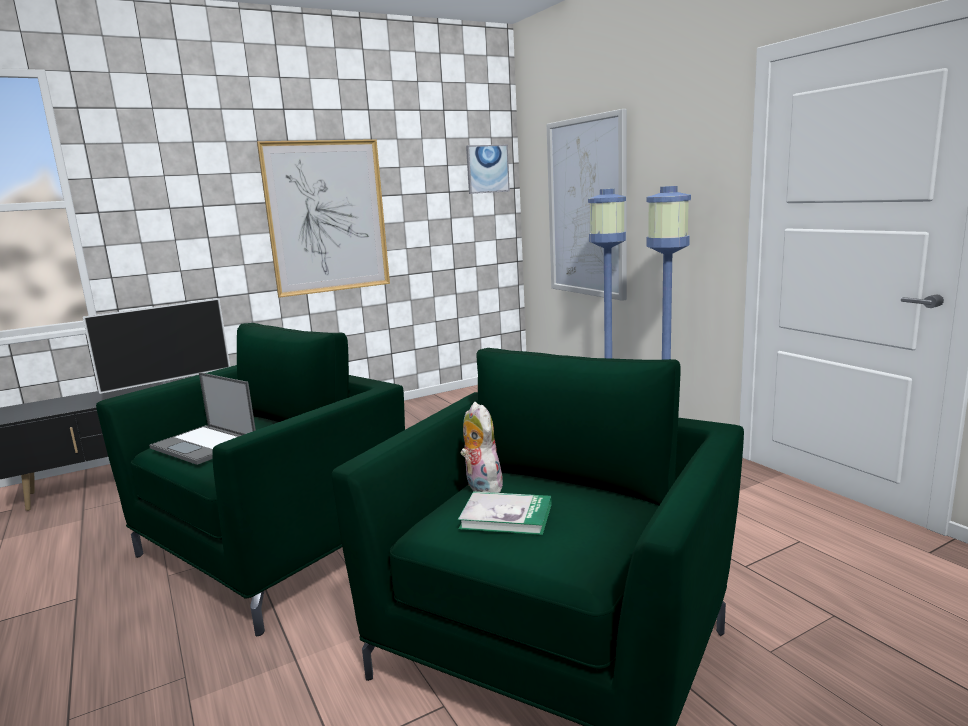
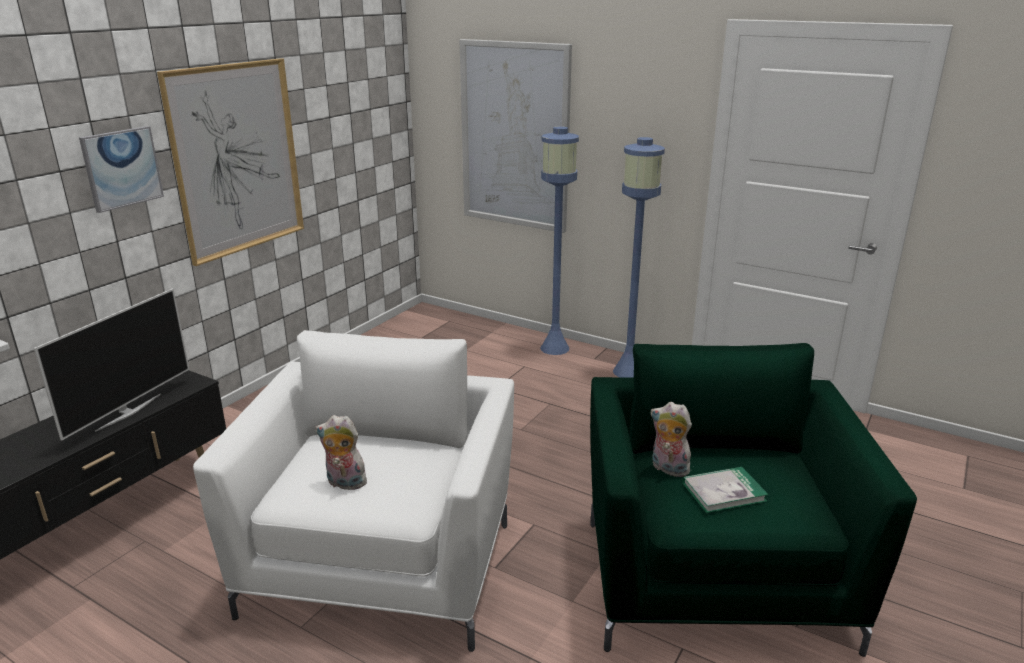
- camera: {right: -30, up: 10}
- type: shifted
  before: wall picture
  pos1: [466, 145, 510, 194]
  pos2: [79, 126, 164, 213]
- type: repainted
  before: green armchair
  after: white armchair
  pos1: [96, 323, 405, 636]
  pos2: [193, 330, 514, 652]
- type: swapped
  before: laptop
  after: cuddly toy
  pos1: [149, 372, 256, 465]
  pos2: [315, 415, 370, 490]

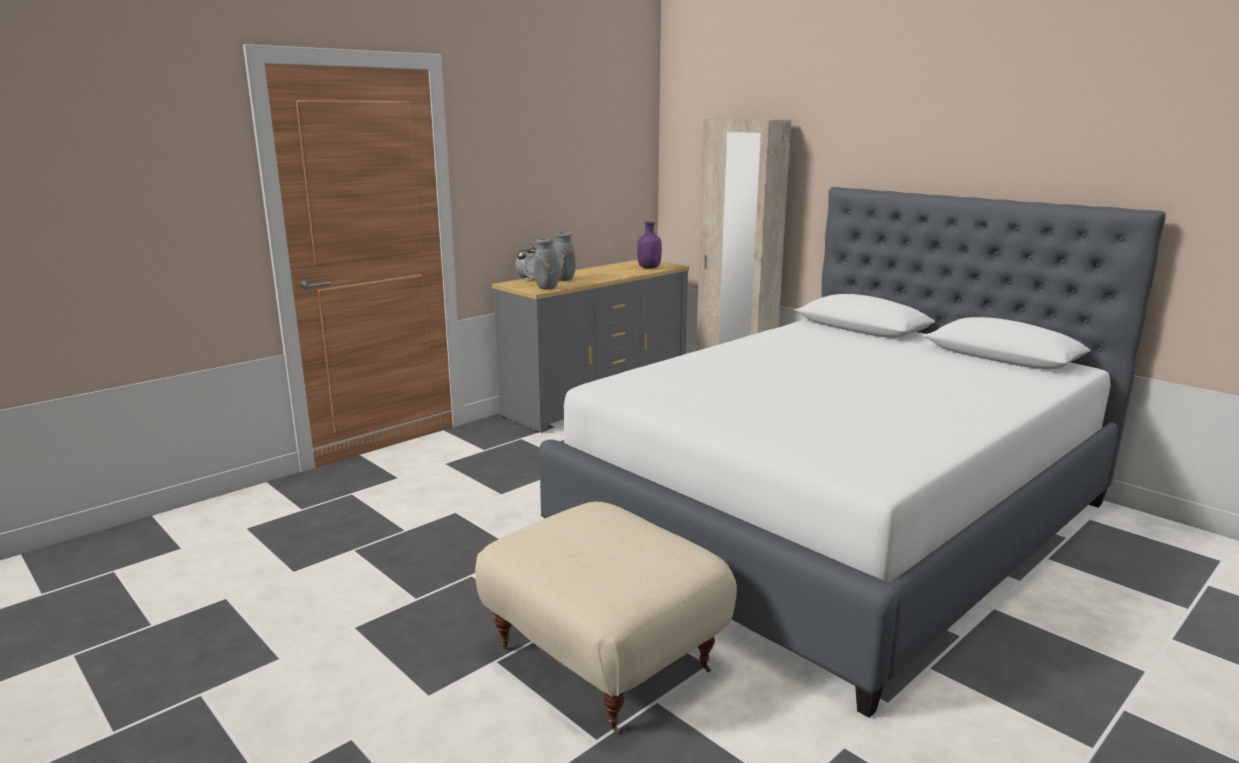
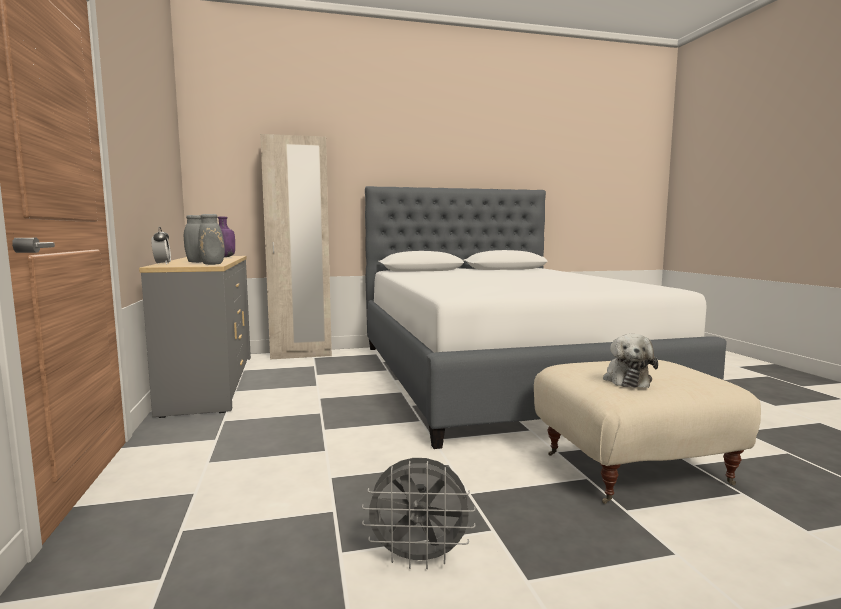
- camera: {right: -60, up: -10}
- type: new
  after: cuddly toy
  pos2: [603, 333, 658, 388]
- type: new
  after: greyish electric fan
  pos2: [362, 458, 476, 569]

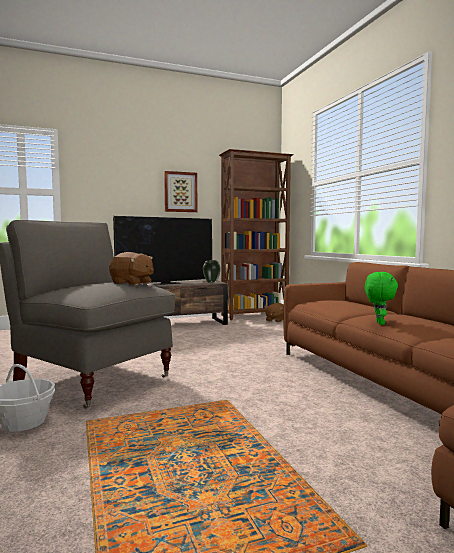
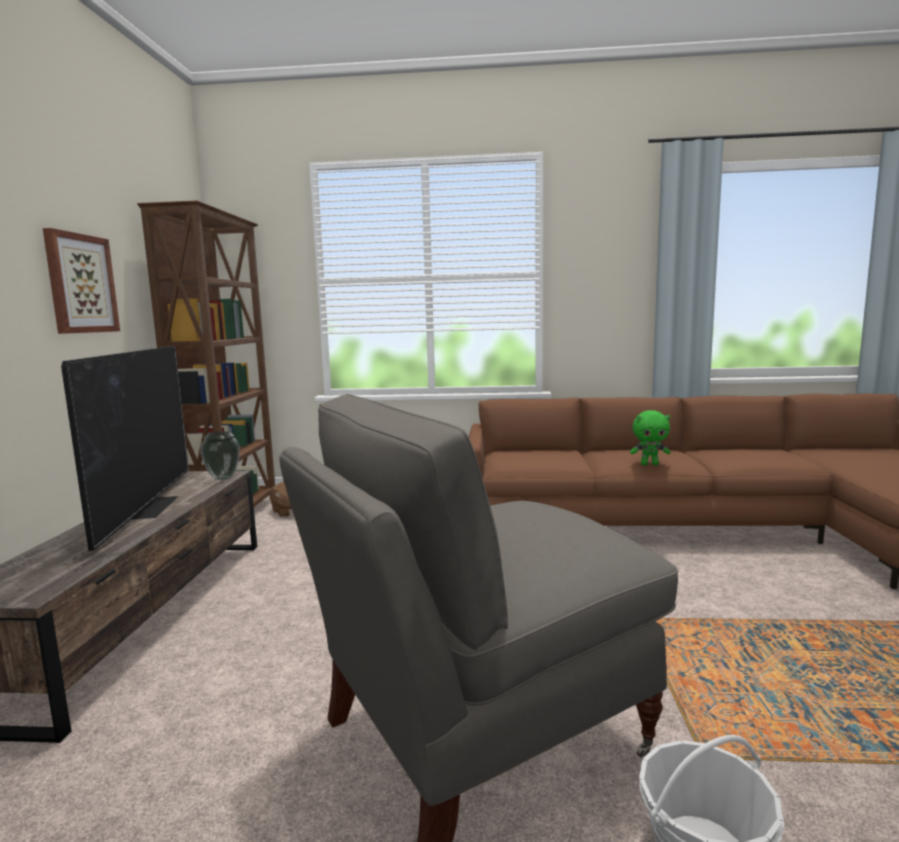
- camera: {right: -65, up: 5}
- type: gone
  before: brown cuddly toy
  pos1: [109, 252, 154, 286]
- type: rotated
  before: green cuddly toy
  pos1: [365, 272, 398, 325]
  pos2: [630, 410, 671, 466]
  turn: 150

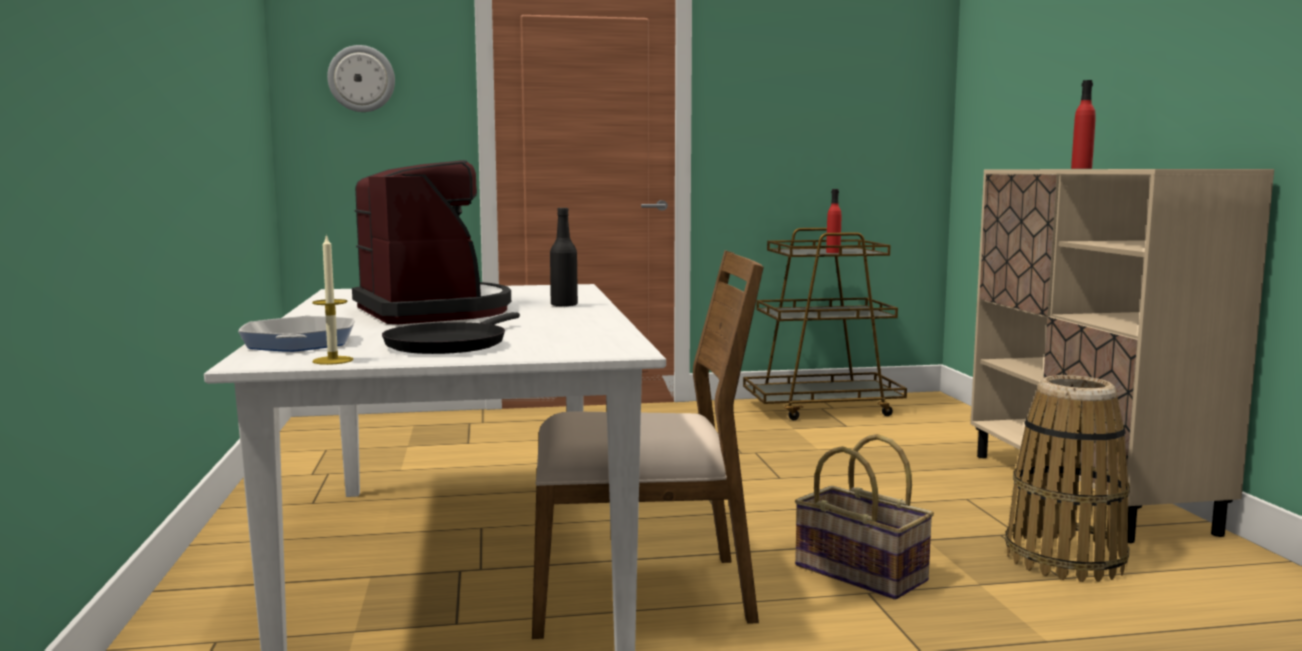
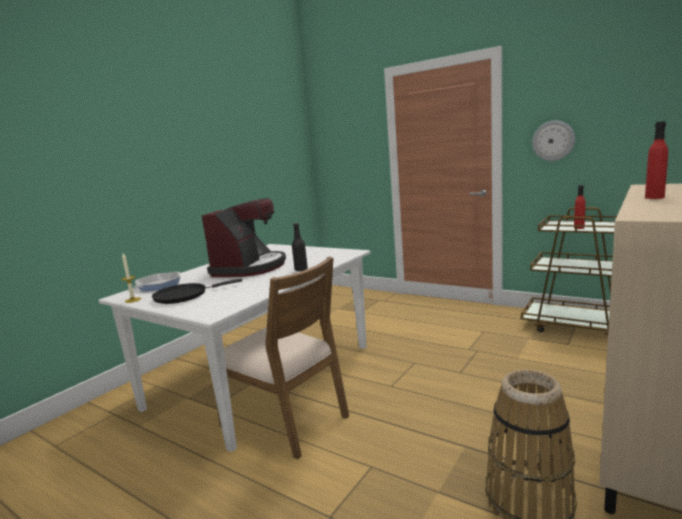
- camera: {right: 45, up: 5}
- type: shifted
  before: hanging clock
  pos1: [327, 45, 395, 112]
  pos2: [532, 121, 575, 161]
- type: gone
  before: storage basket
  pos1: [795, 434, 934, 600]

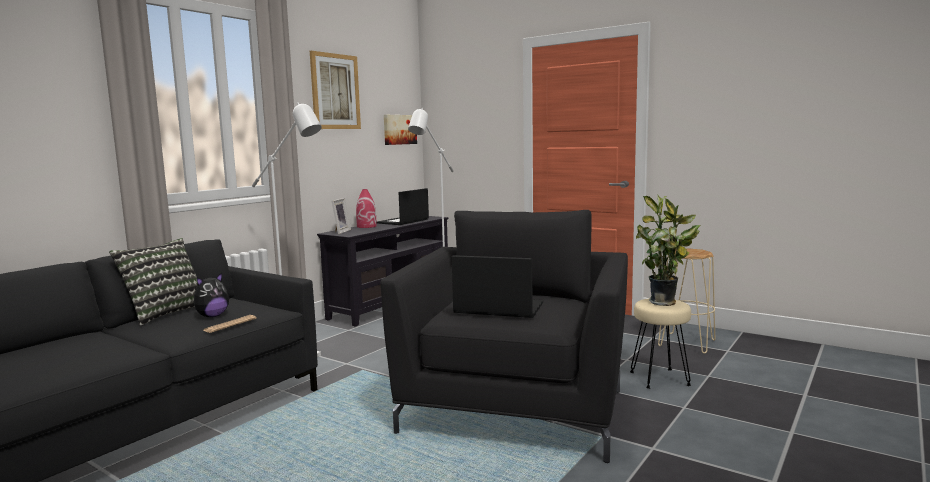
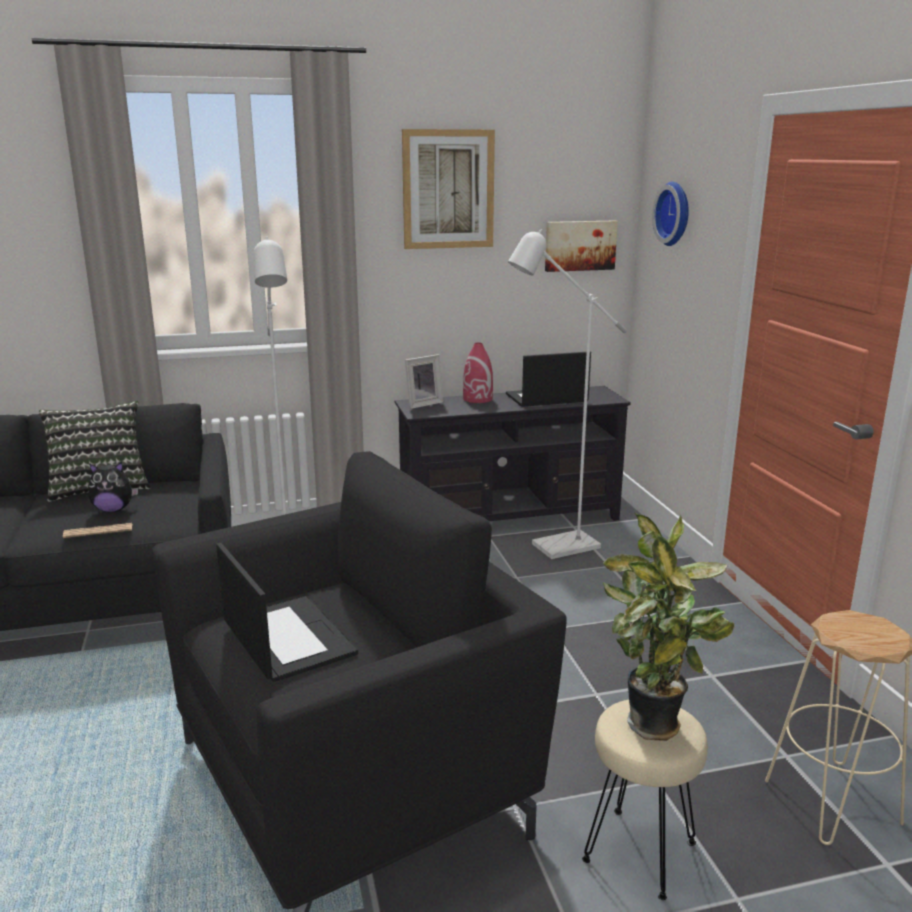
- camera: {right: 40, up: 10}
- type: new
  after: hanging clock
  pos2: [652, 182, 689, 246]

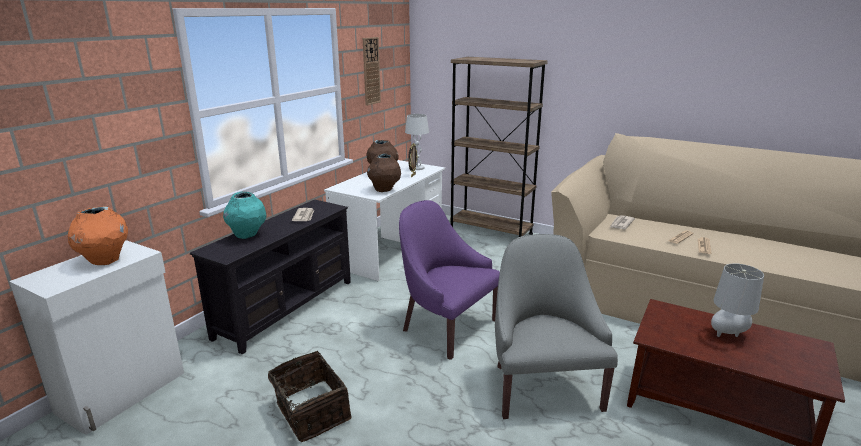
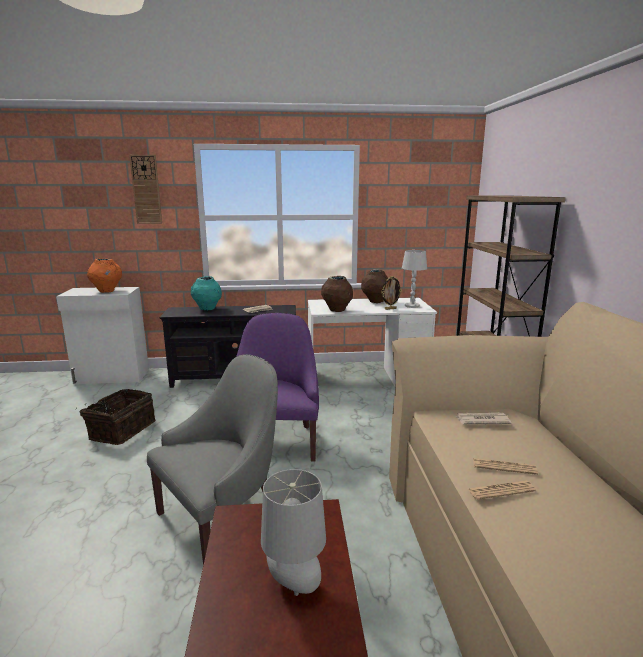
- camera: {right: 55, up: -5}
- type: shifted
  before: hanging clock
  pos1: [363, 37, 381, 106]
  pos2: [129, 155, 162, 224]

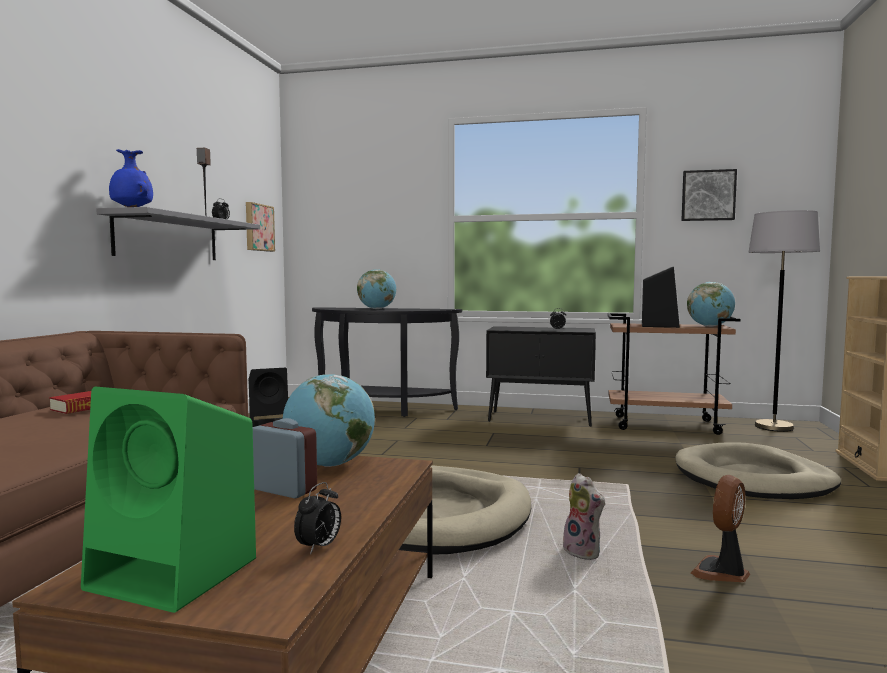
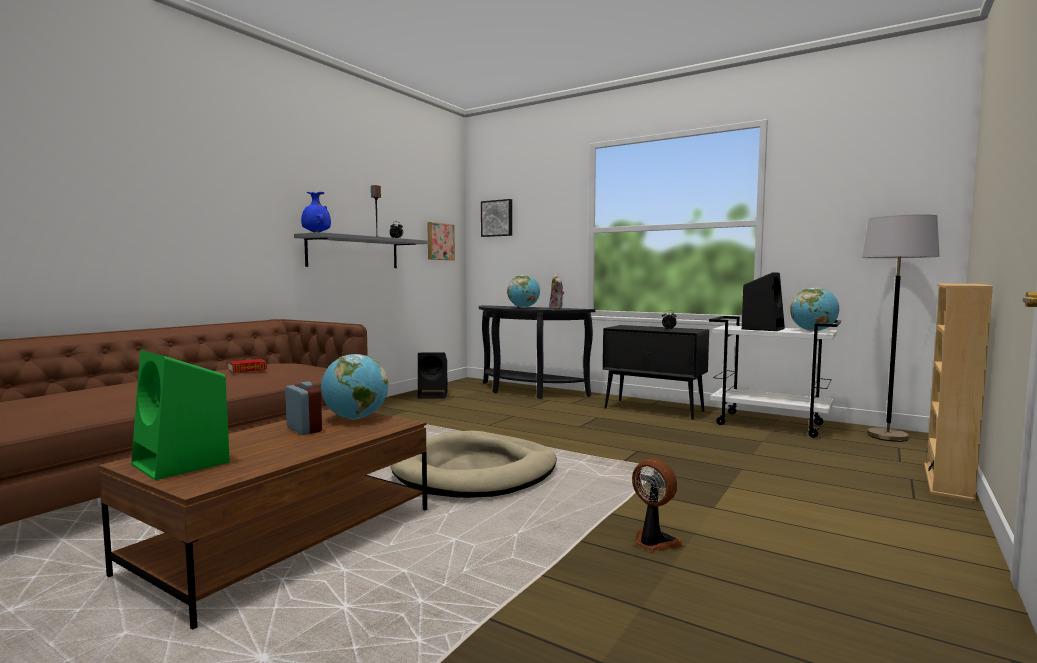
- camera: {right: 20, up: 0}
- type: shifted
  before: wall picture
  pos1: [681, 169, 737, 221]
  pos2: [481, 199, 512, 237]
- type: repainted
  before: brown trolley
  after: white trolley
  pos1: [607, 313, 741, 435]
  pos2: [709, 316, 841, 438]
- type: gone
  before: beige dog cushion
  pos1: [675, 442, 841, 499]
- type: shifted
  before: cuddly toy
  pos1: [563, 473, 605, 560]
  pos2: [549, 275, 565, 309]
- type: rotated
  before: electric fan
  pos1: [691, 475, 750, 582]
  pos2: [632, 458, 683, 551]
  turn: 75
- type: gone
  before: alarm clock
  pos1: [294, 482, 341, 554]

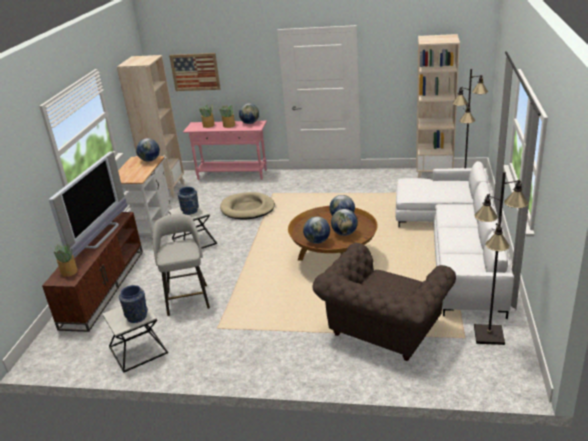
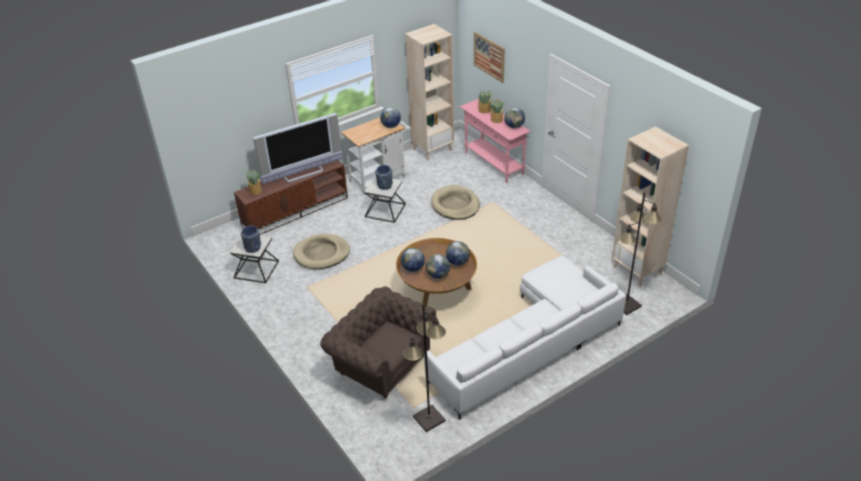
- camera: {right: 45, up: 10}
- type: swapped
  before: greyish stool seat
  after: beige dog cushion
  pos1: [153, 214, 210, 316]
  pos2: [293, 234, 350, 269]
- type: rotated
  before: brown armchair
  pos1: [312, 243, 456, 361]
  pos2: [320, 286, 436, 398]
  turn: 45

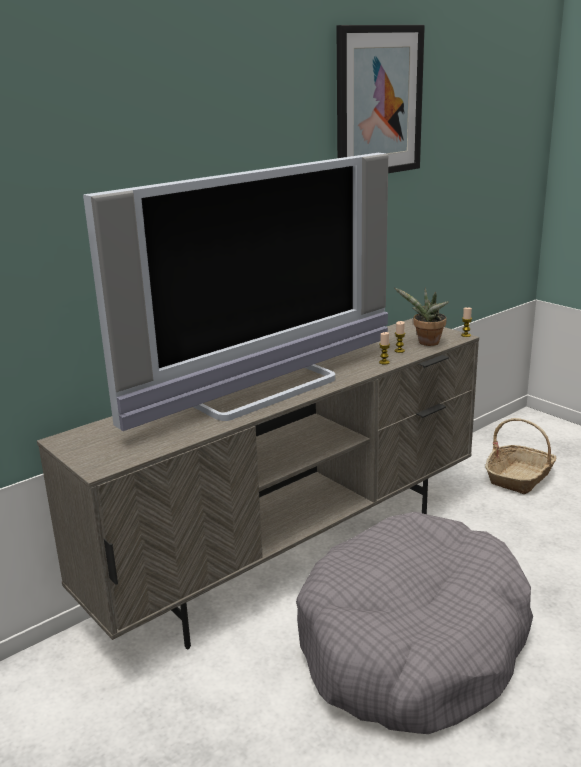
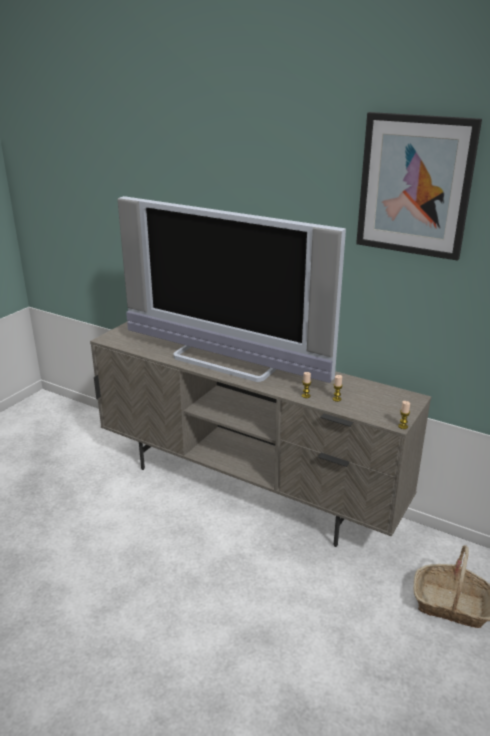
- camera: {right: 70, up: 5}
- type: gone
  before: potted plant
  pos1: [394, 287, 449, 346]
- type: gone
  before: greyish dog cushion
  pos1: [296, 512, 533, 734]

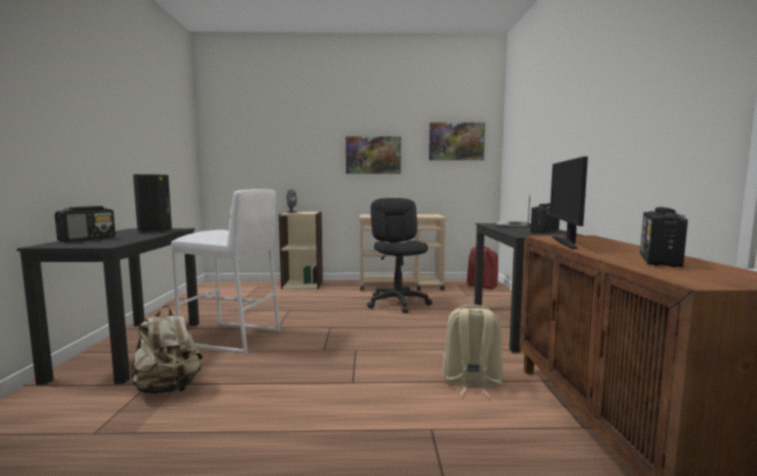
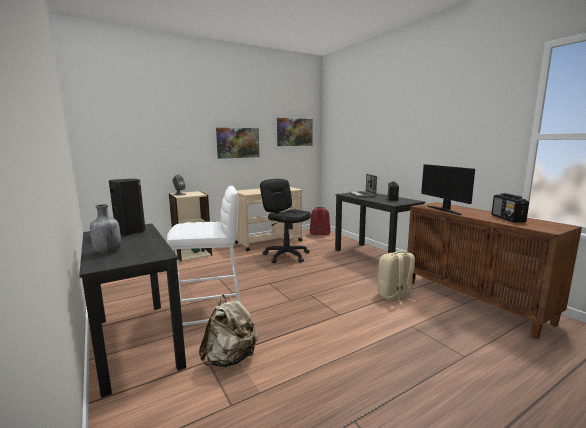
- camera: {right: -30, up: 5}
- type: swapped
  before: radio set
  after: greyish drink bottle
  pos1: [55, 206, 116, 242]
  pos2: [90, 204, 121, 253]

